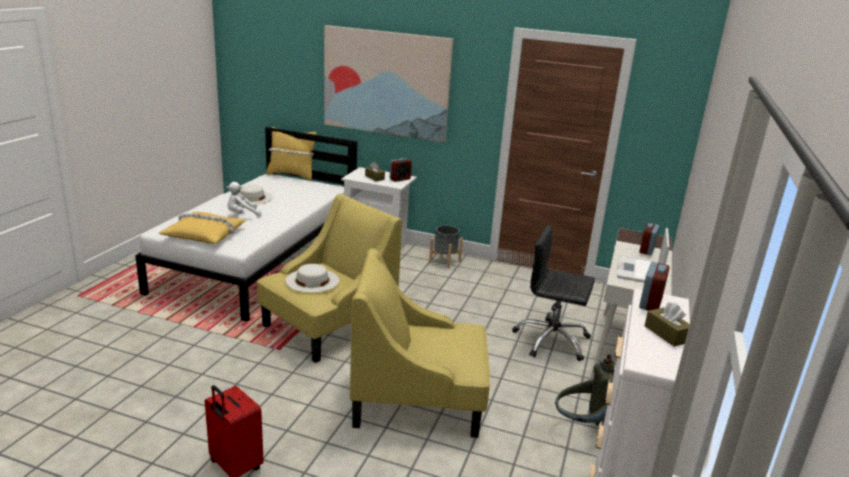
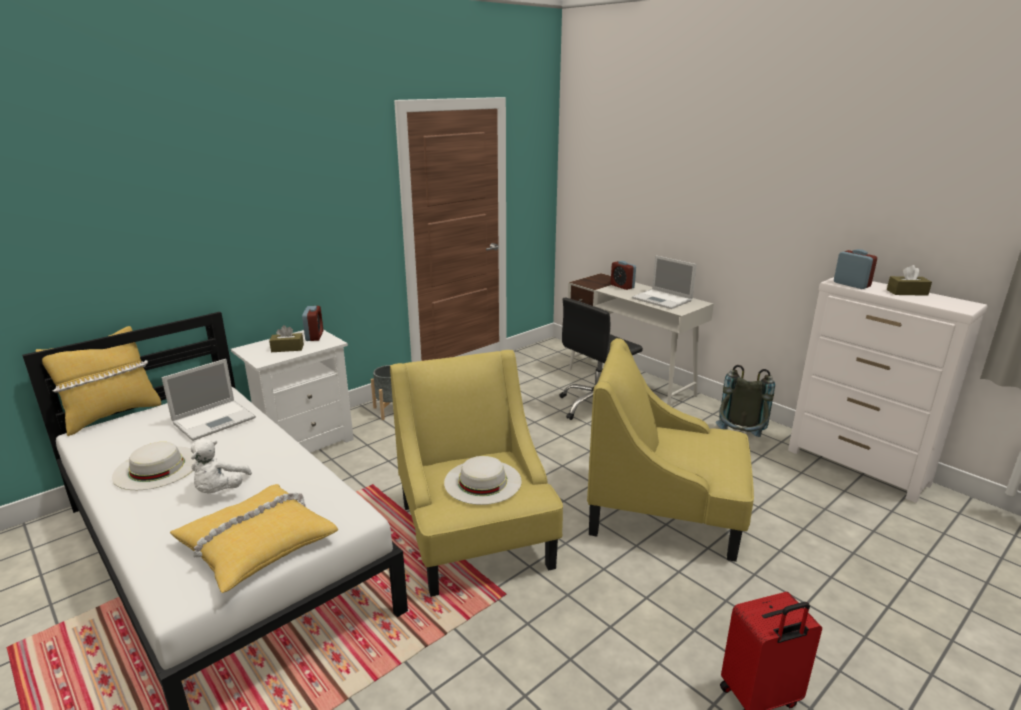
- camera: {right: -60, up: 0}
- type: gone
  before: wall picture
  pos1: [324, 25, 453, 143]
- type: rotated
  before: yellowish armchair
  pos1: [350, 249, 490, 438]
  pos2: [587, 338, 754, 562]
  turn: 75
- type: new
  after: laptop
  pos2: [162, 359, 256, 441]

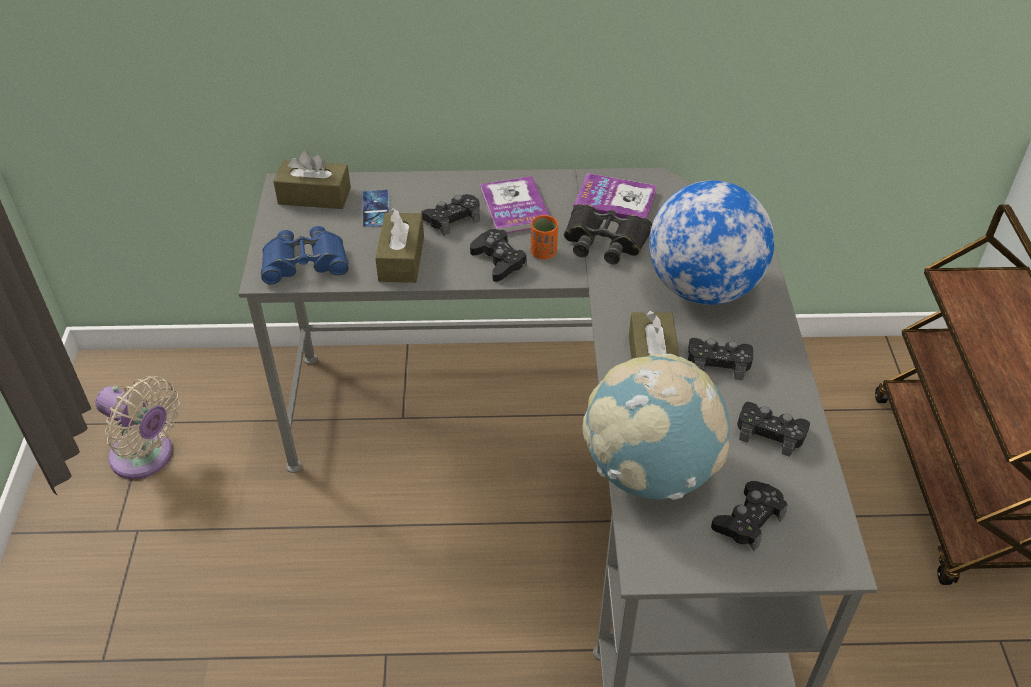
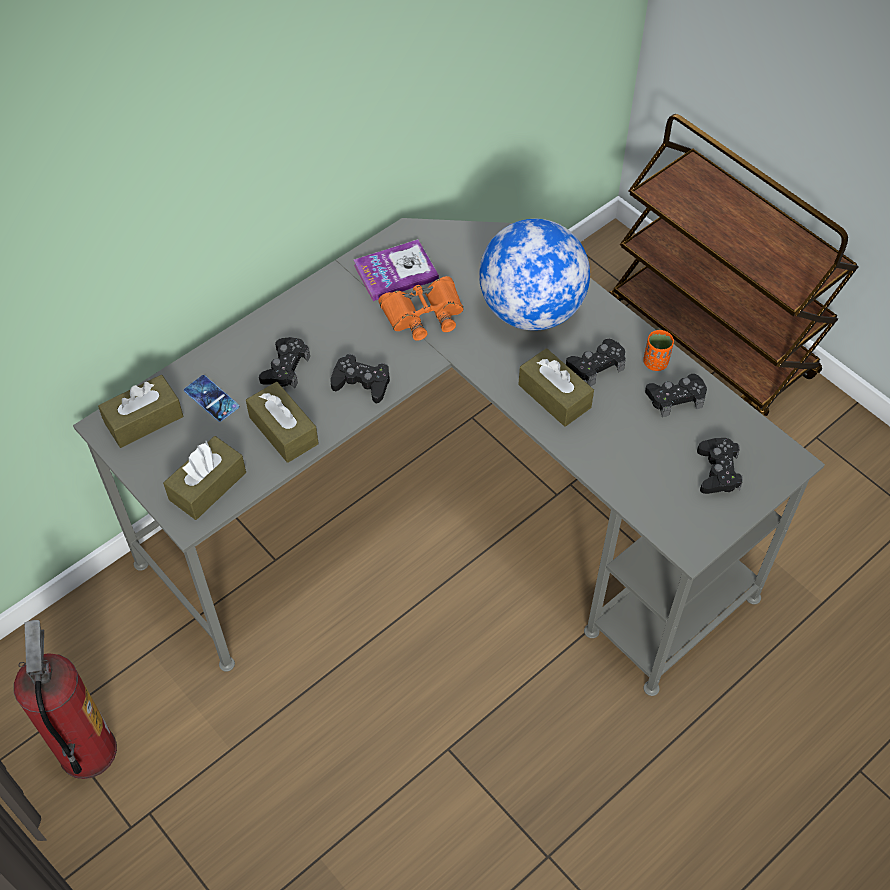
- camera: {right: -40, up: 10}
- type: gone
  before: book
  pos1: [480, 176, 550, 233]
- type: repainted
  before: black-coloured binoculars
  after: orange-coloured binoculars
  pos1: [564, 204, 652, 265]
  pos2: [378, 276, 464, 341]
- type: shifted
  before: orange-coloured small cup
  pos1: [531, 215, 558, 259]
  pos2: [643, 330, 674, 371]
- type: swapped
  before: blue binoculars
  after: brown tissue box
  pos1: [261, 226, 349, 284]
  pos2: [163, 436, 246, 520]
- type: gone
  before: globe
  pos1: [582, 354, 730, 500]
- type: swapped
  before: beige electric fan
  after: fire-fighting cylinder
  pos1: [95, 376, 180, 479]
  pos2: [14, 620, 117, 779]

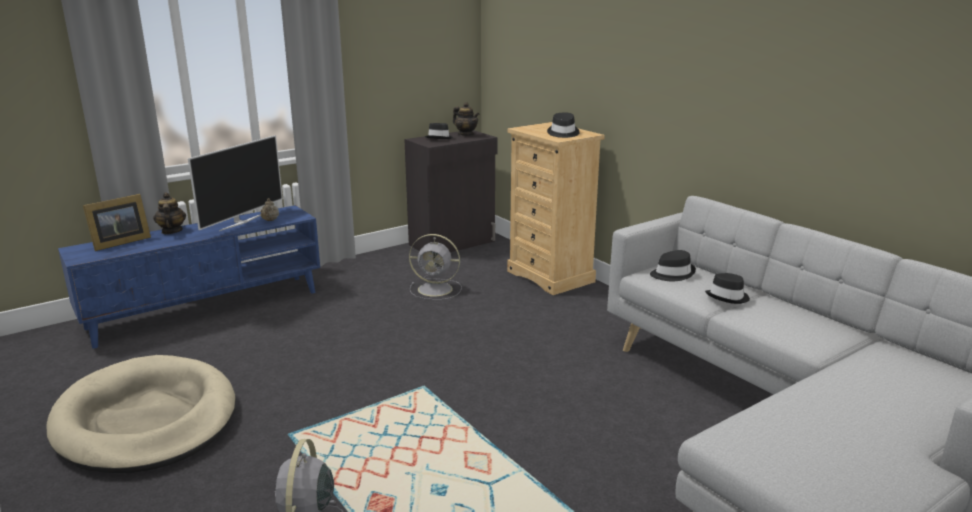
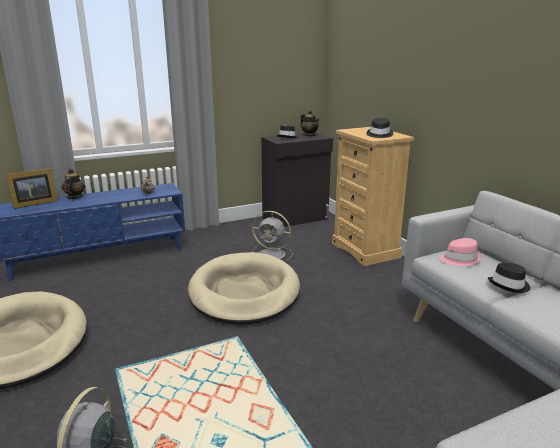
- camera: {right: 10, up: 0}
- type: gone
  before: TV set
  pos1: [188, 135, 283, 231]
- type: repainted
  before: black-coloured hat
  after: pink hat
  pos1: [650, 250, 696, 281]
  pos2: [440, 238, 482, 266]
- type: new
  after: beige dog cushion
  pos2: [188, 252, 300, 325]

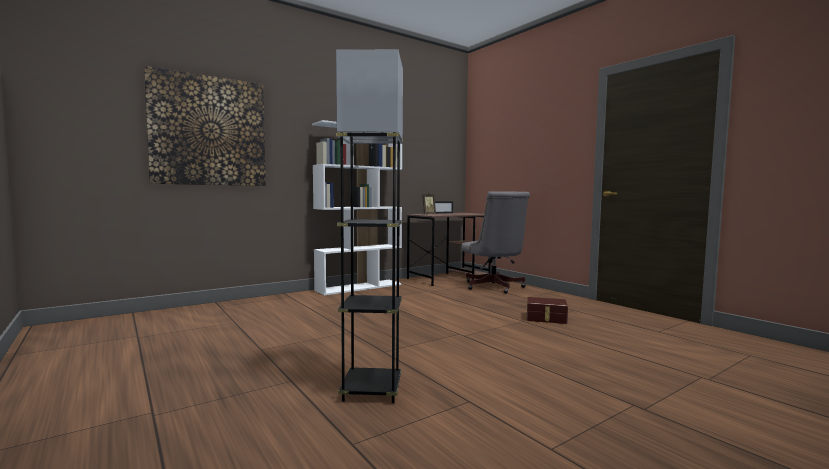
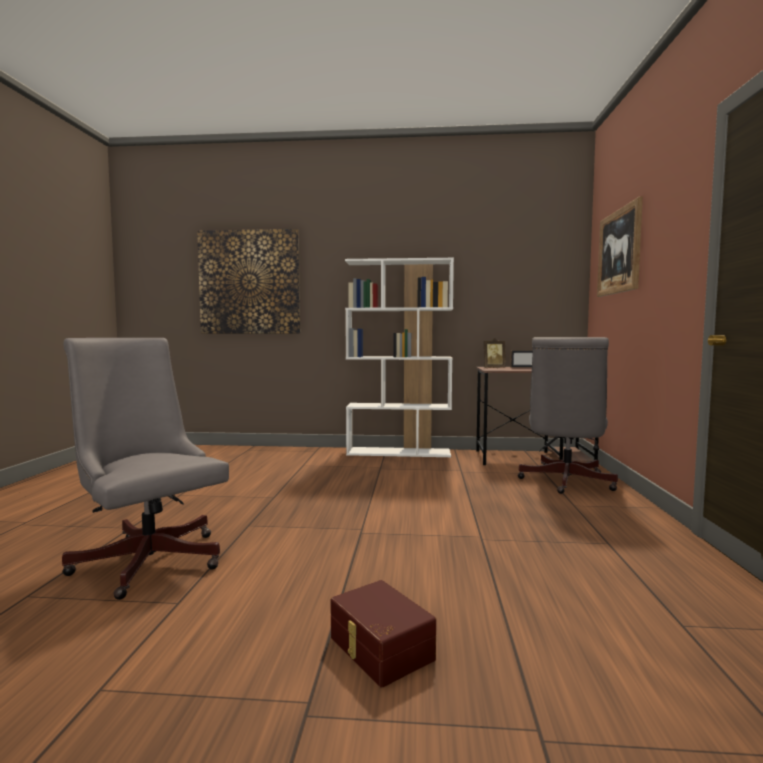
- camera: {right: 40, up: 0}
- type: swapped
  before: greyish standard lamp
  after: greyish desk chair
  pos1: [336, 49, 403, 403]
  pos2: [62, 338, 229, 600]
- type: shifted
  before: brown storage bin
  pos1: [527, 297, 568, 324]
  pos2: [330, 580, 436, 688]
- type: new
  after: wall picture
  pos2: [597, 197, 643, 297]

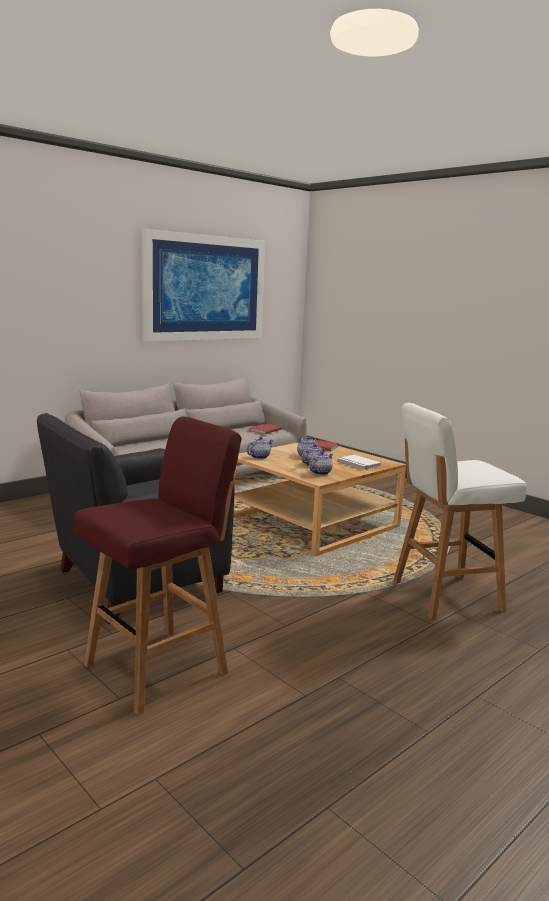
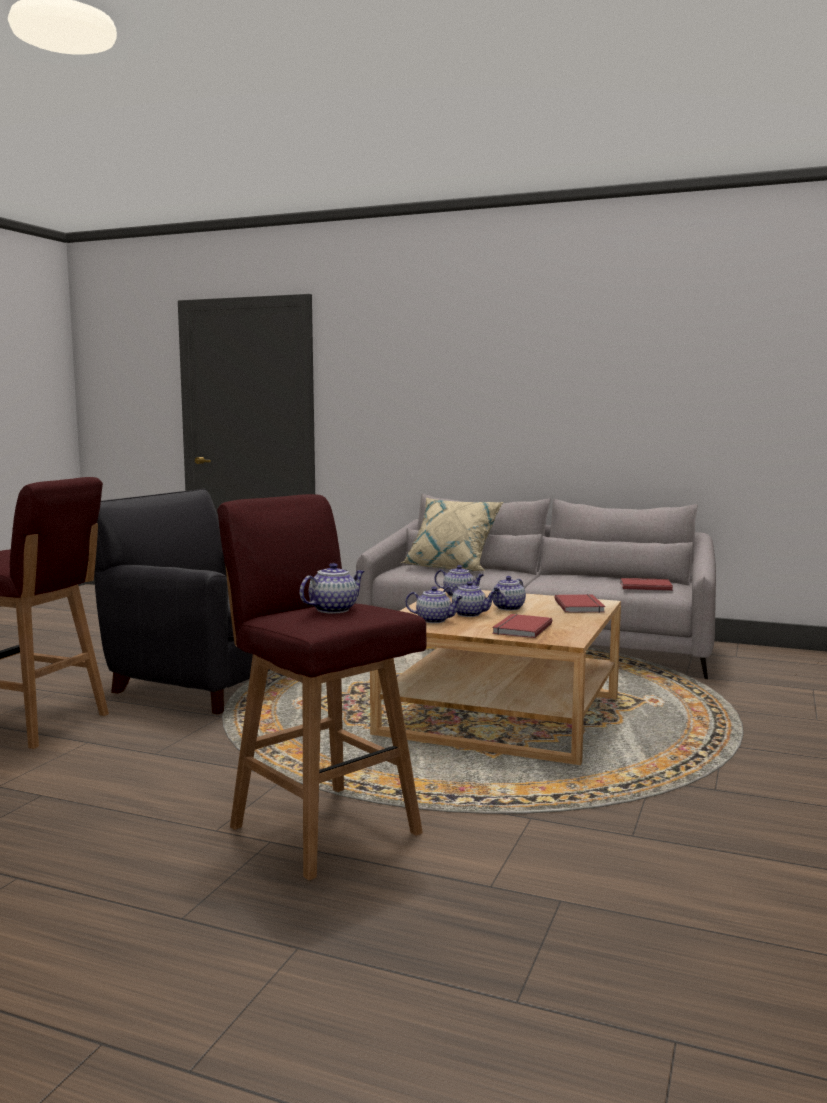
- camera: {right: 65, up: -5}
- type: gone
  before: wall picture
  pos1: [141, 229, 265, 342]
- type: repainted
  before: white stool seat
  after: red stool seat
  pos1: [393, 403, 527, 620]
  pos2: [217, 494, 427, 880]
- type: repainted
  before: white book
  after: red book
  pos1: [337, 455, 382, 470]
  pos2: [492, 614, 552, 638]
- type: new
  after: beige cushion
  pos2: [401, 497, 503, 571]
- type: new
  after: teapot
  pos2: [300, 563, 364, 614]

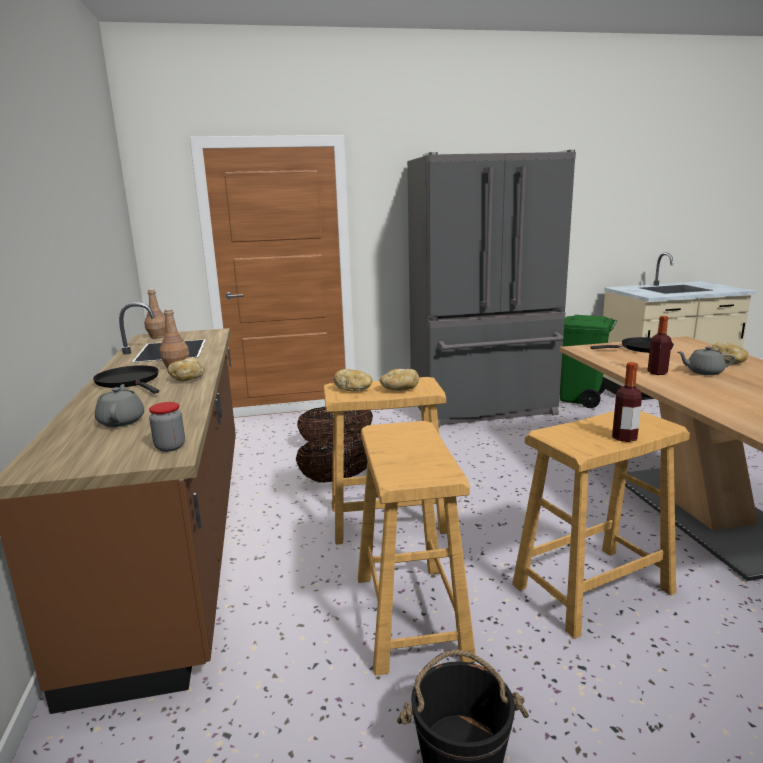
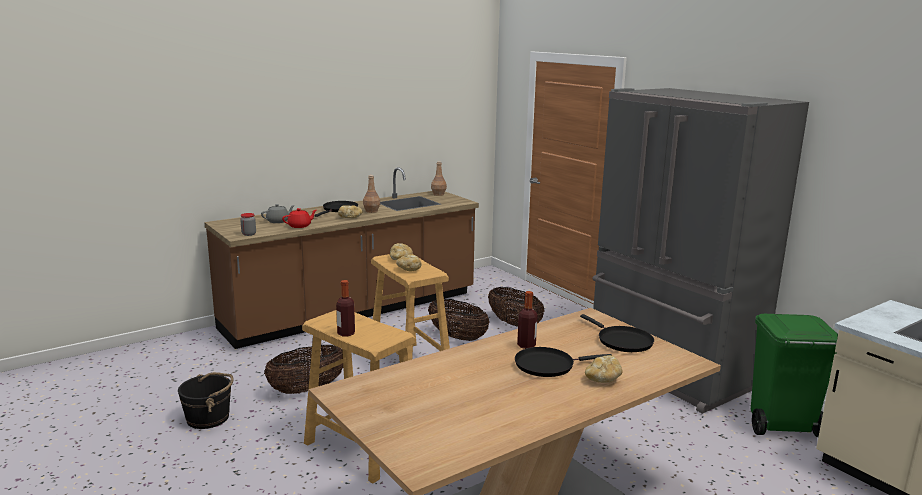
- camera: {right: 65, up: 0}
- type: swapped
  before: greyish teapot
  after: black-coloured frying pan
  pos1: [677, 346, 735, 375]
  pos2: [515, 347, 613, 377]
- type: swapped
  before: beige stool seat
  after: storage basket
  pos1: [358, 421, 476, 675]
  pos2: [264, 345, 343, 394]
- type: new
  after: red teapot
  pos2: [282, 208, 317, 228]

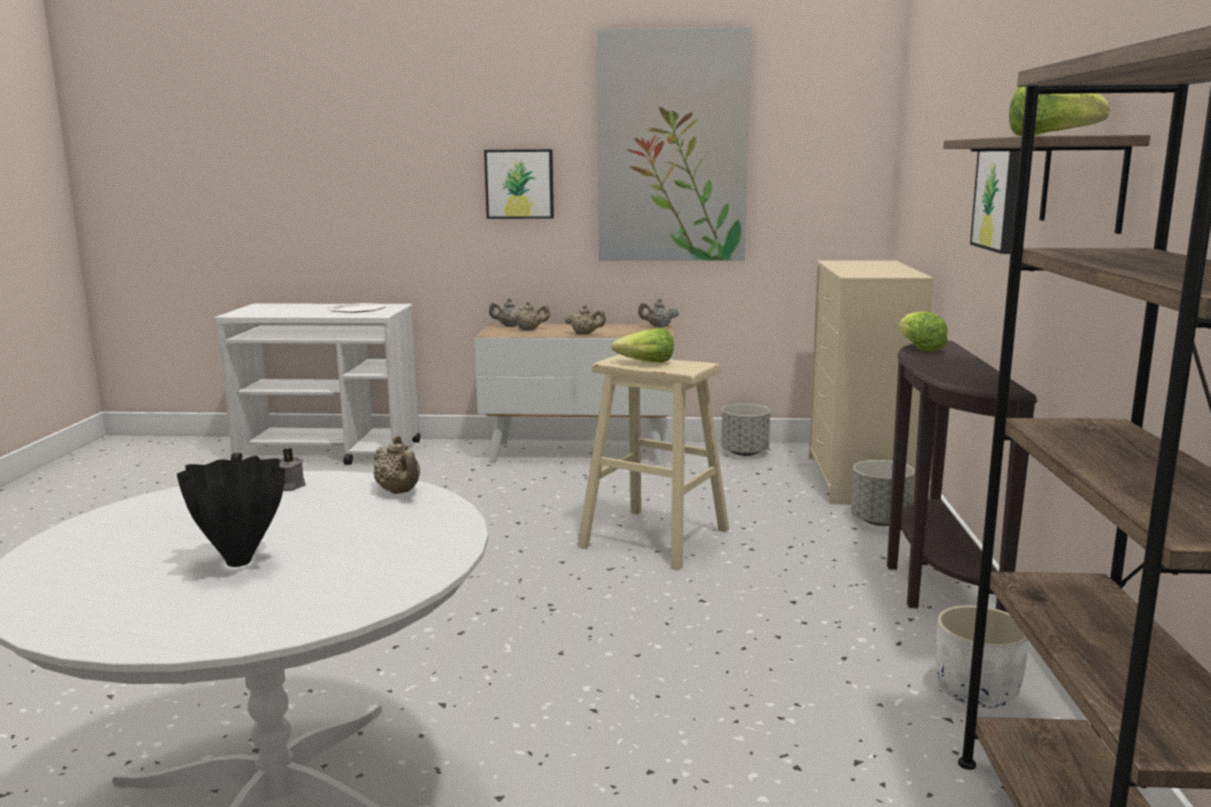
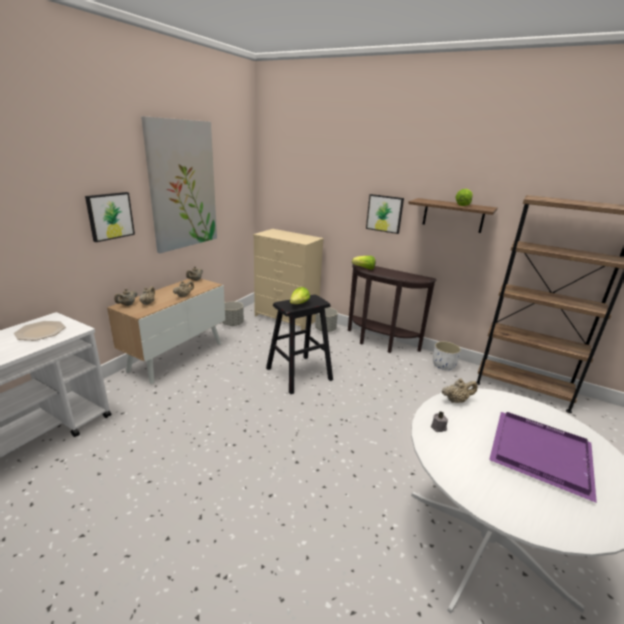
- camera: {right: -65, up: 10}
- type: repainted
  before: beige stool seat
  after: black-coloured stool seat
  pos1: [577, 354, 729, 570]
  pos2: [266, 295, 333, 394]
- type: swapped
  before: black-coloured vase
  after: purple-coloured tray
  pos1: [177, 456, 285, 567]
  pos2: [489, 412, 597, 503]

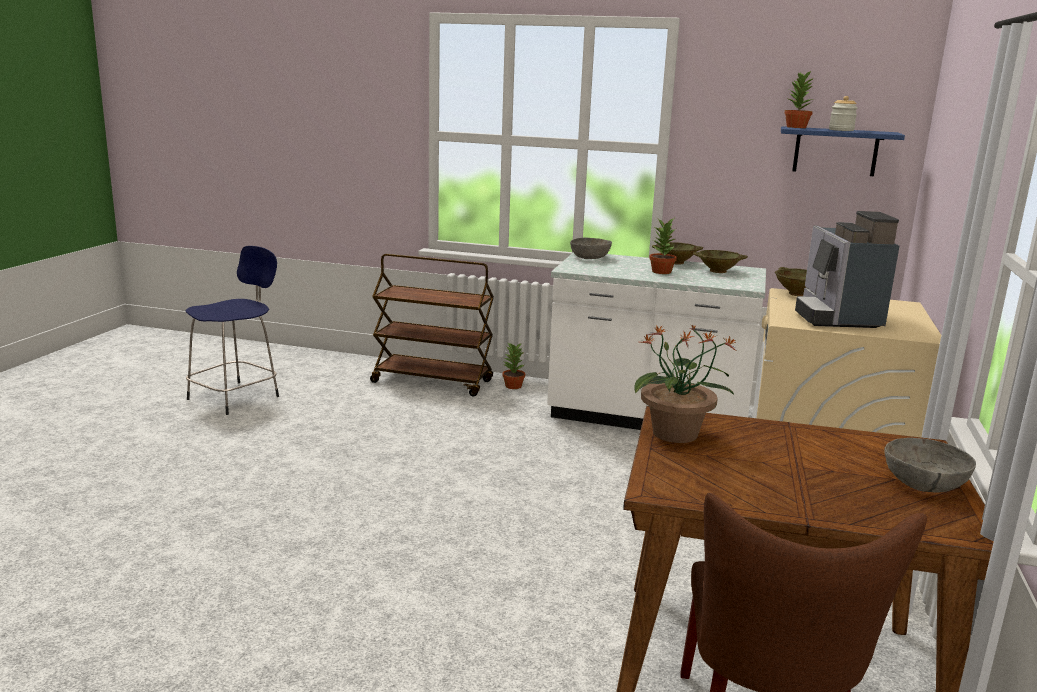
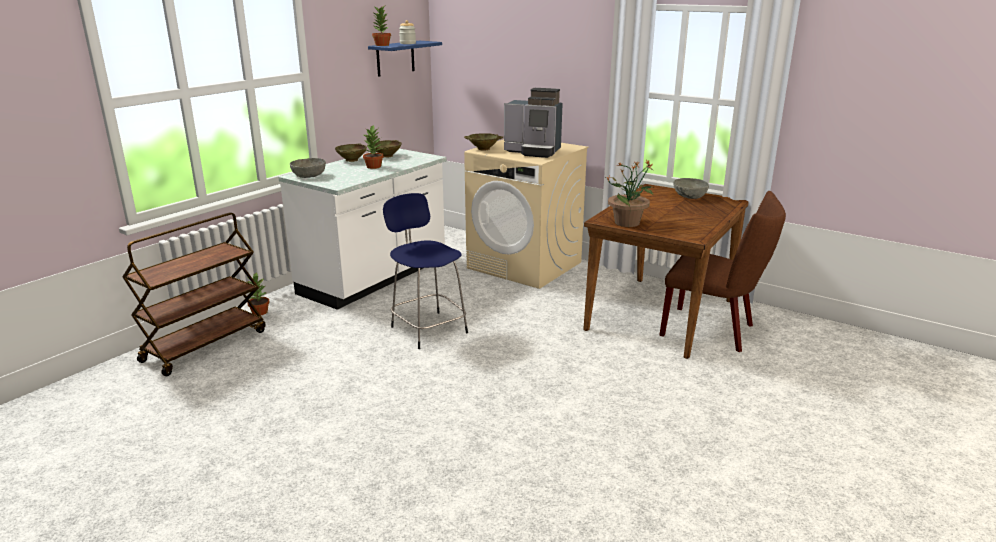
- camera: {right: -70, up: 5}
- type: shifted
  before: blue stool seat
  pos1: [185, 246, 279, 415]
  pos2: [383, 193, 468, 349]

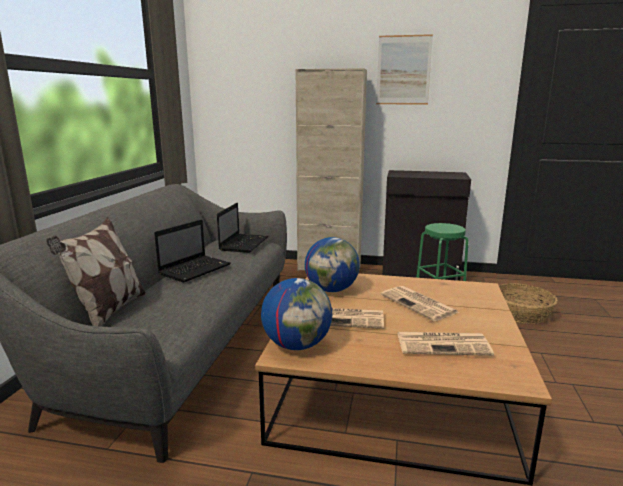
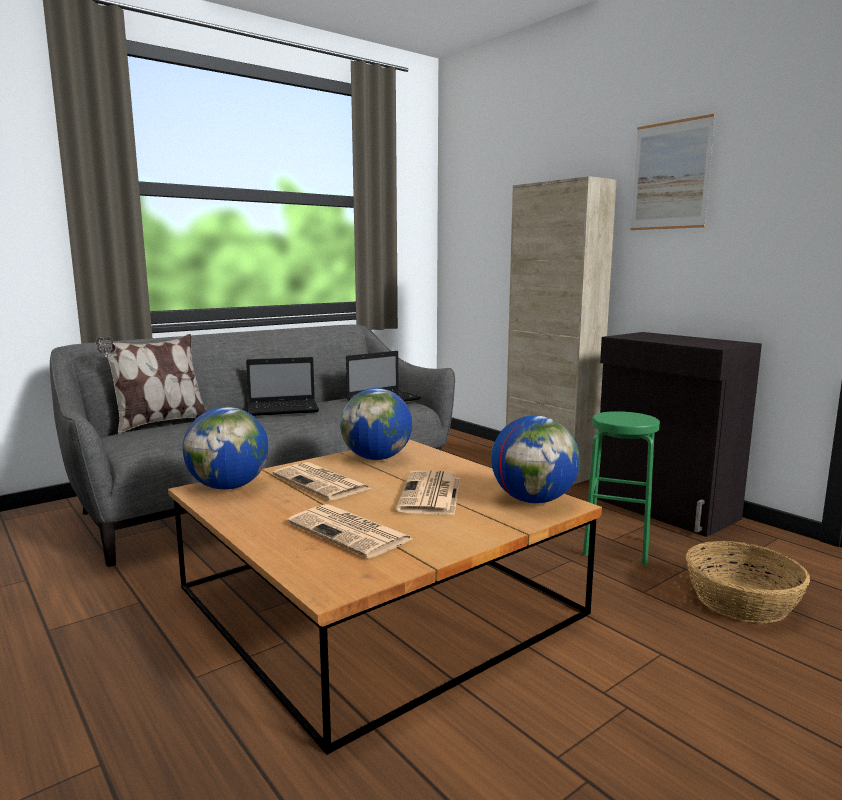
- camera: {right: 40, up: -5}
- type: new
  after: globe
  pos2: [491, 416, 580, 503]

